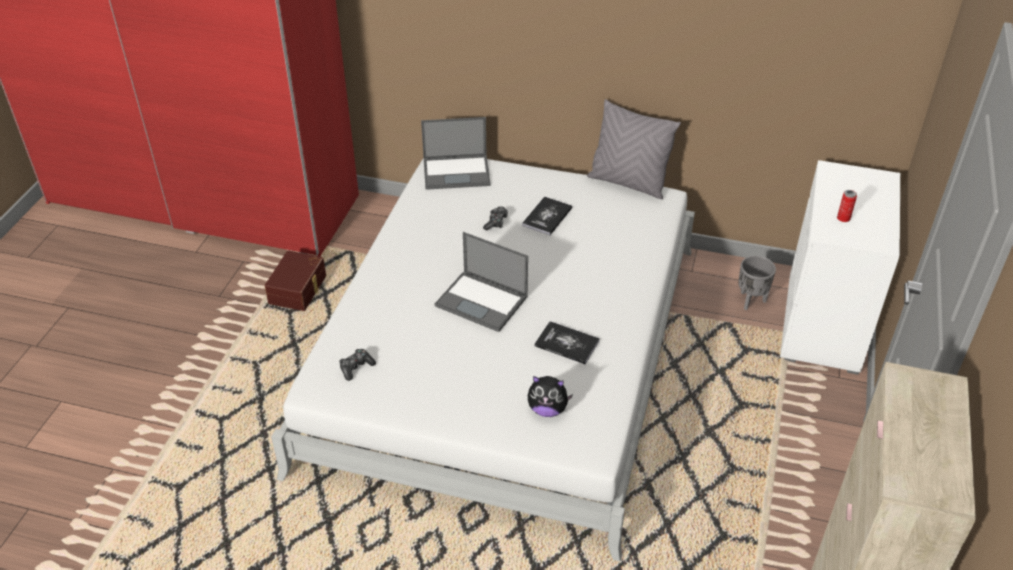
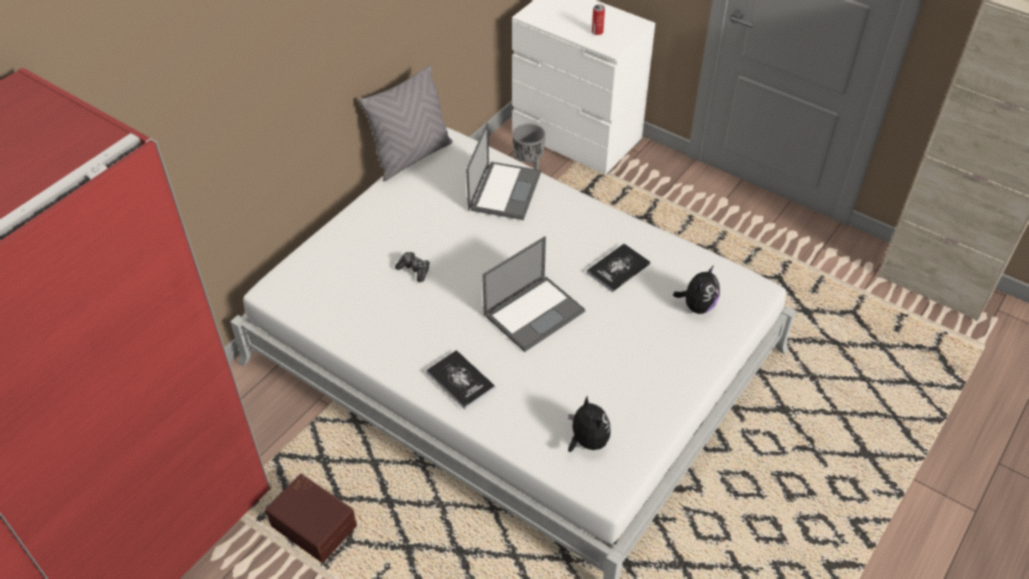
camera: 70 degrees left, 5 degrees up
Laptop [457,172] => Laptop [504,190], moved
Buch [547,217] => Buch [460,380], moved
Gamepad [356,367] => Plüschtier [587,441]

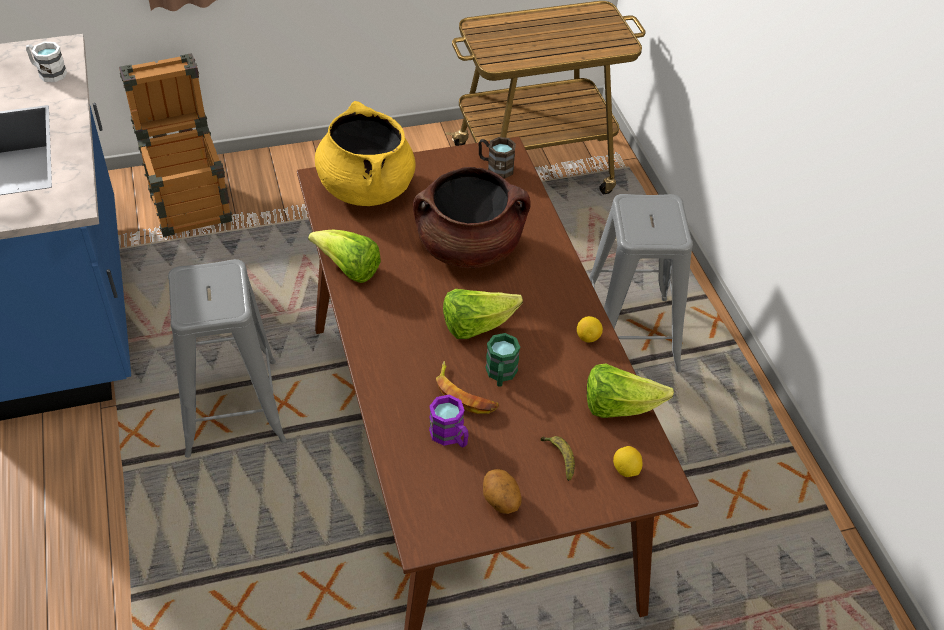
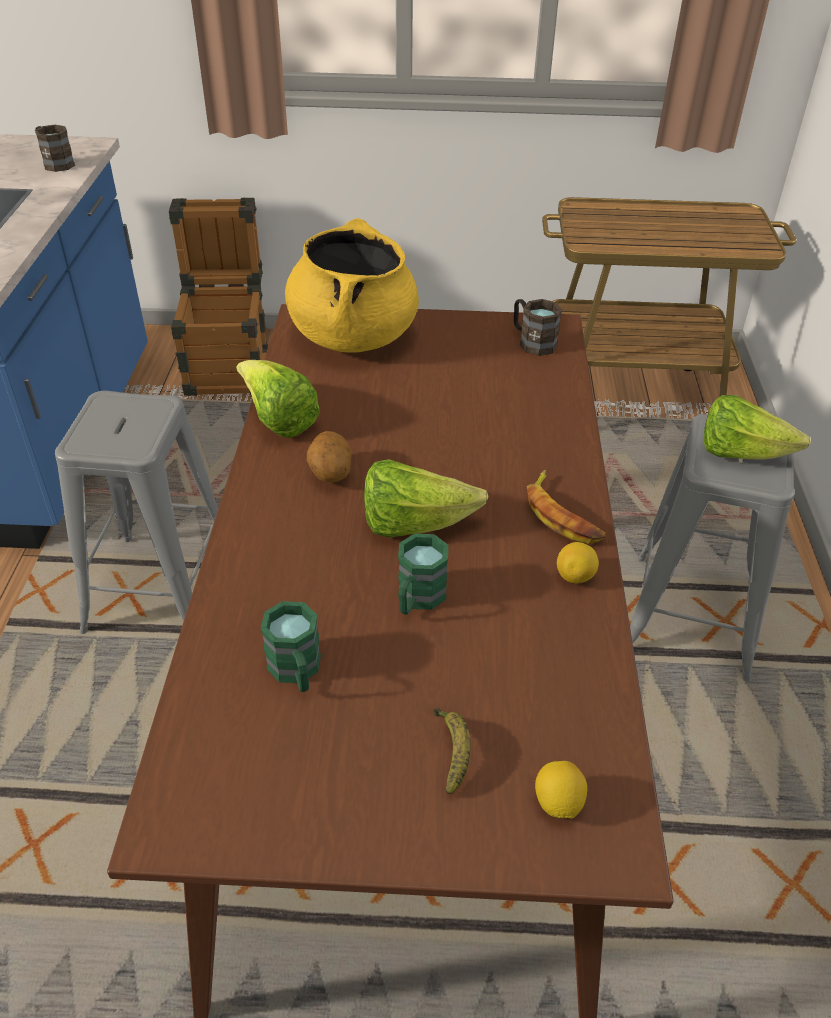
camera: 20 degrees right, 5 degrees down
Kochtopf/braun [469,248] => nothing
Banane [464,394] => Banane [562,515], moved
Kartoffel [500,501] => Kartoffel [330,474], moved
Salatkopf [618,407] => Salatkopf [740,453], moved
Henkelbecher/weiß [48,73] => Henkelbecher/braun [55,163]
Henkelbecher/lila [450,436] => Henkelbecher/grün [297,671]

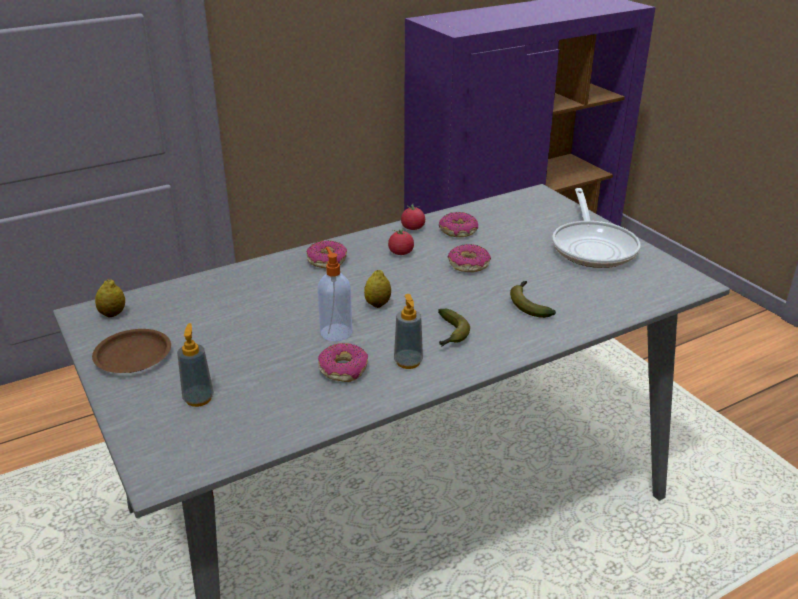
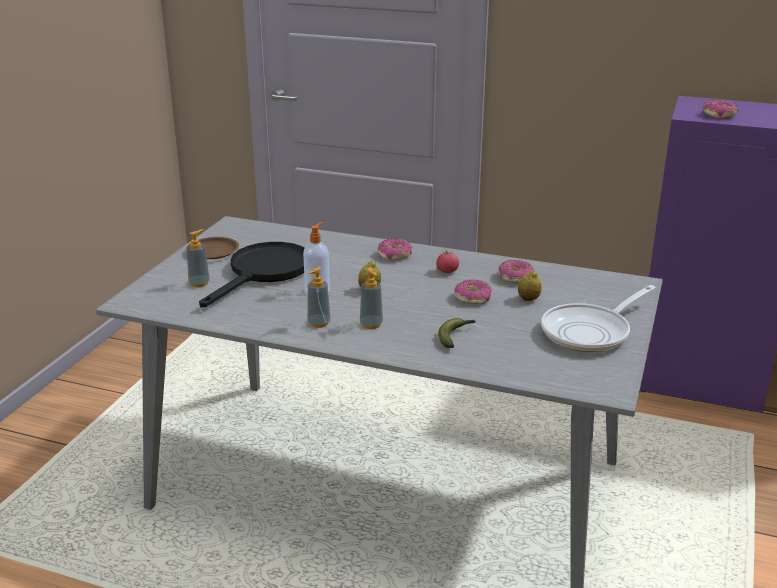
camera: 50 degrees right, 5 degrees down
Tomate [413,228] => nothing
nothing => Pfanne/schwarz [264,272]
Zitrone [113,314] => Zitrone [528,299], moved
Donut [343,369] => Donut [719,115], moved
Banane [450,334] => Seifenspender [371,324]

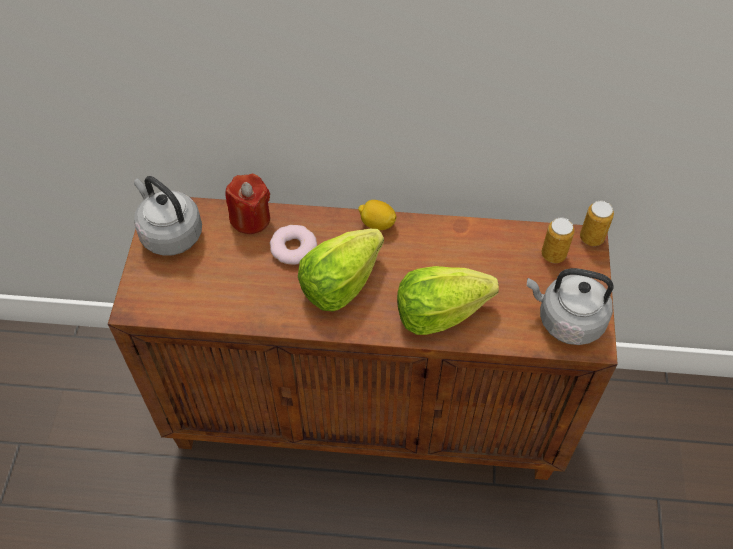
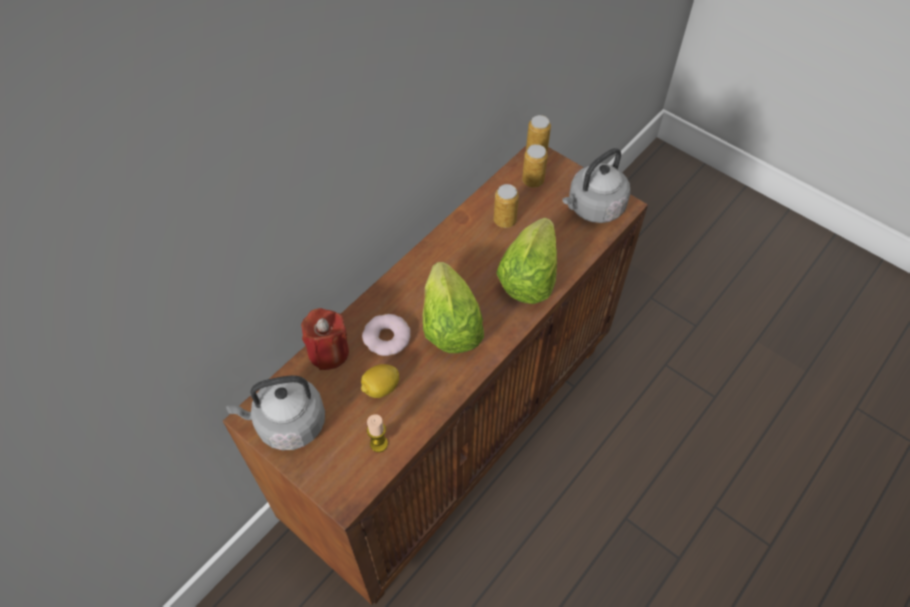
camera: 55 degrees left, 0 degrees up
nothing => Kerze [379,444]
nothing => Dose [504,220]
Zitrone [377,223] => Zitrone [380,388], moved

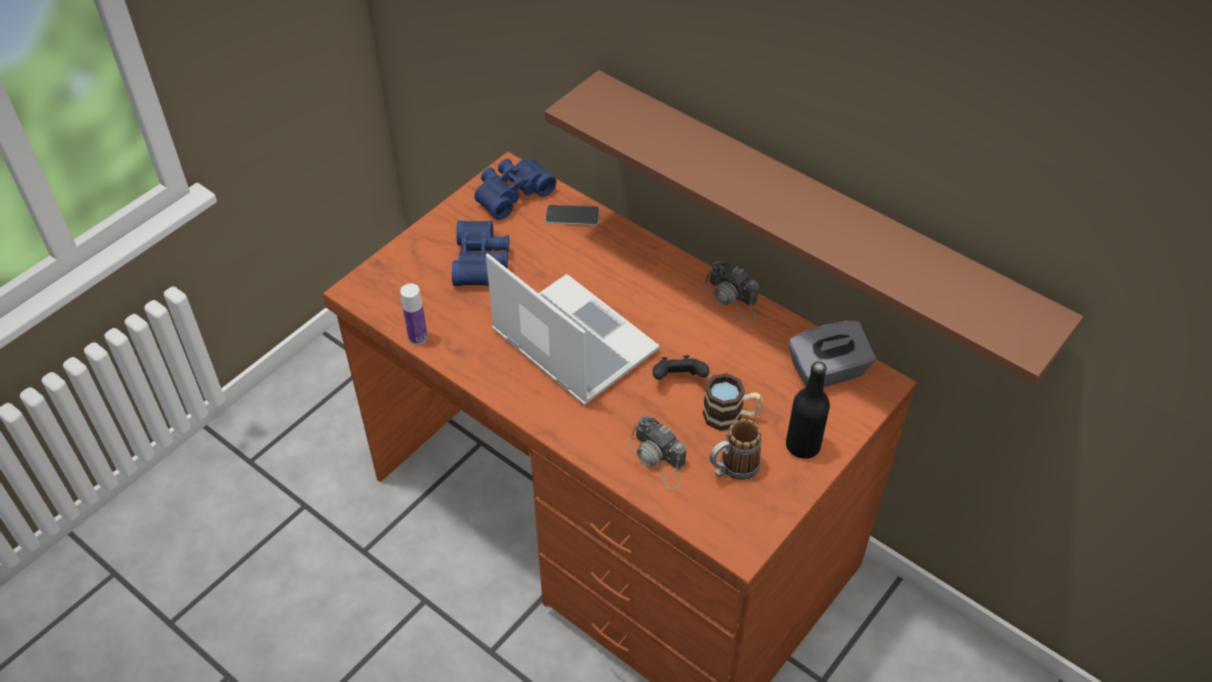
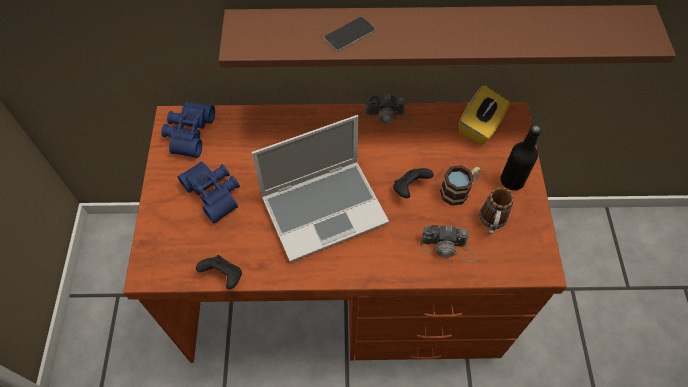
camera: 40 degrees left, 10 degrees up
Handy [572,215] => Handy [349,34], moved
Flasche [418,337] => Gamepad/schwarz [224,276]
Taschentuchbox/grau [828,371] => Taschentuchbox/gelb [480,126]
Laptop [571,342] => Laptop [325,209], 150 degrees clockwise

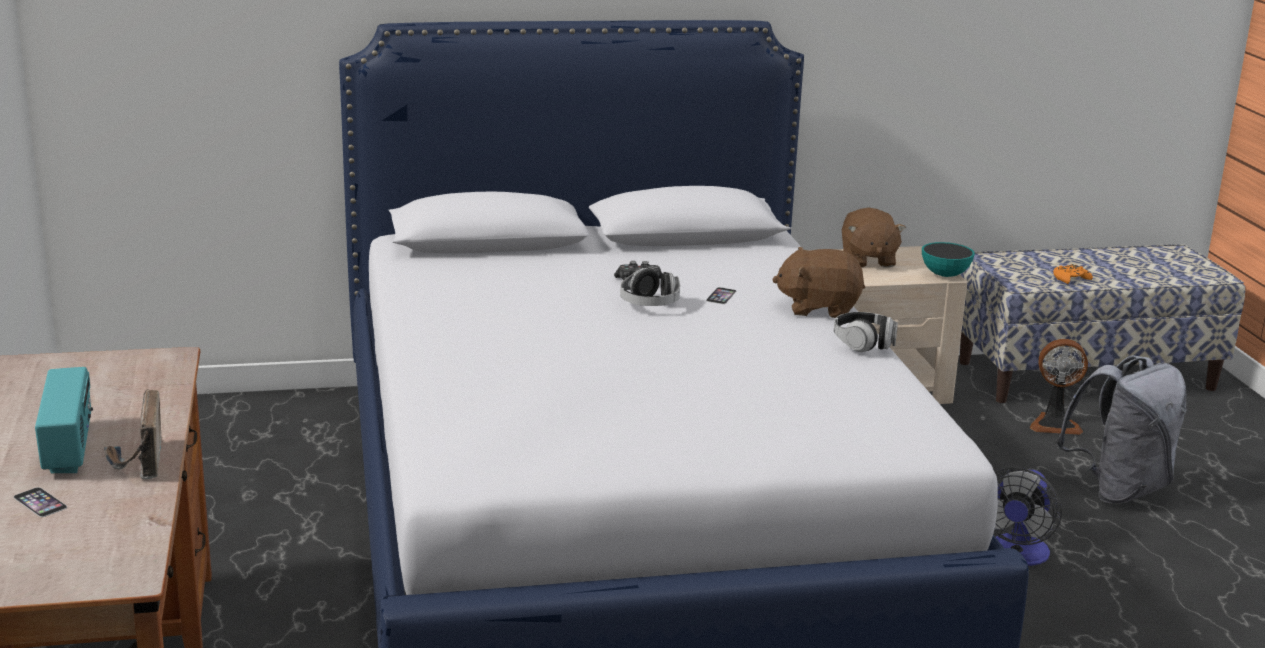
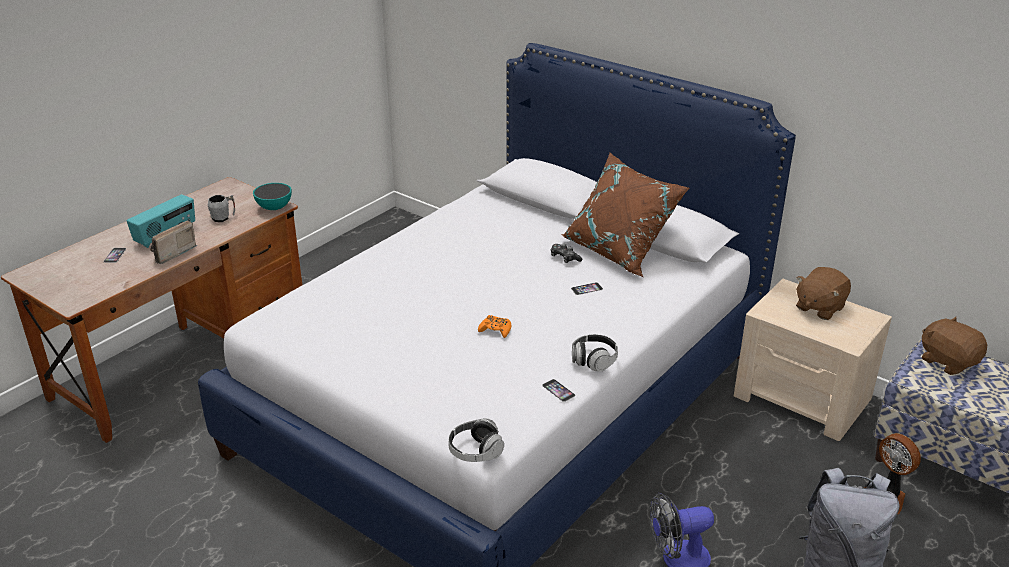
camera: 50 degrees right, 10 degrees up
nothing => Henkelbecher/grau [223,217]
nothing => Handy [558,390]
nothing => Kissen/braun [619,251]
Kopfhörer [649,305] => Kopfhörer [475,451], moved
Plüschtier/braun [819,308] => Plüschtier/braun [948,361], moved
Schüssel [945,275] => Schüssel [274,208], moved
Gamepad/orange [1070,279] => Gamepad/orange [495,330], moved

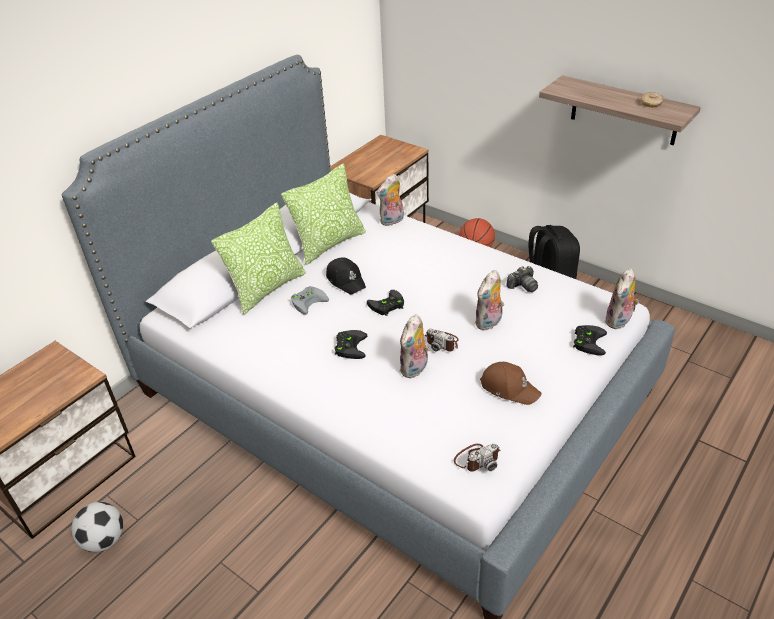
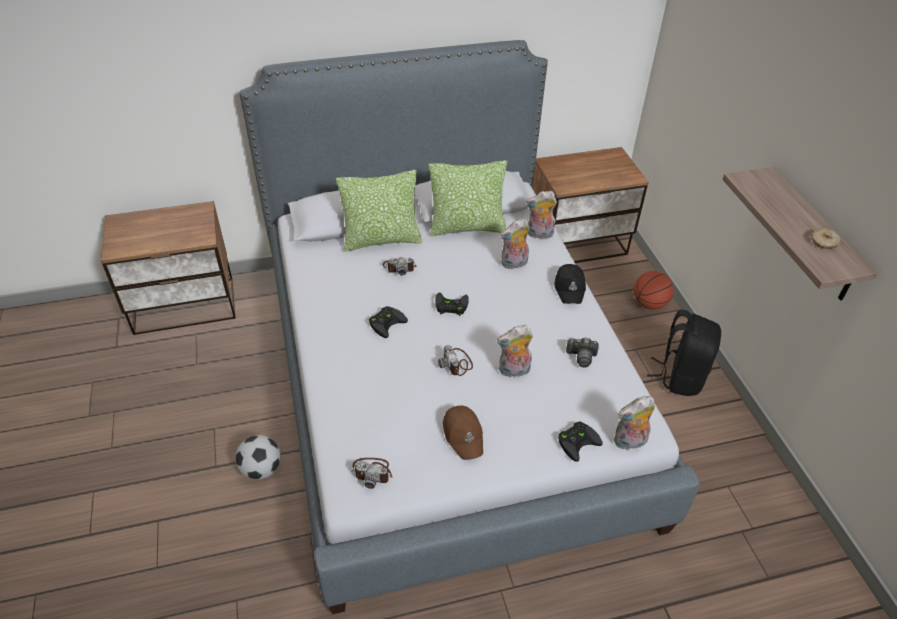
camera: 35 degrees right, 5 degrees up
Fußball [104,540] => Fußball [261,469], moved
Kappe/schwarz [346,280] => Kappe/schwarz [570,288], moved
Plüschtier [415,369] => Plüschtier [514,264], moved
Gamepad/grau [308,300] => Kamera [399,267]

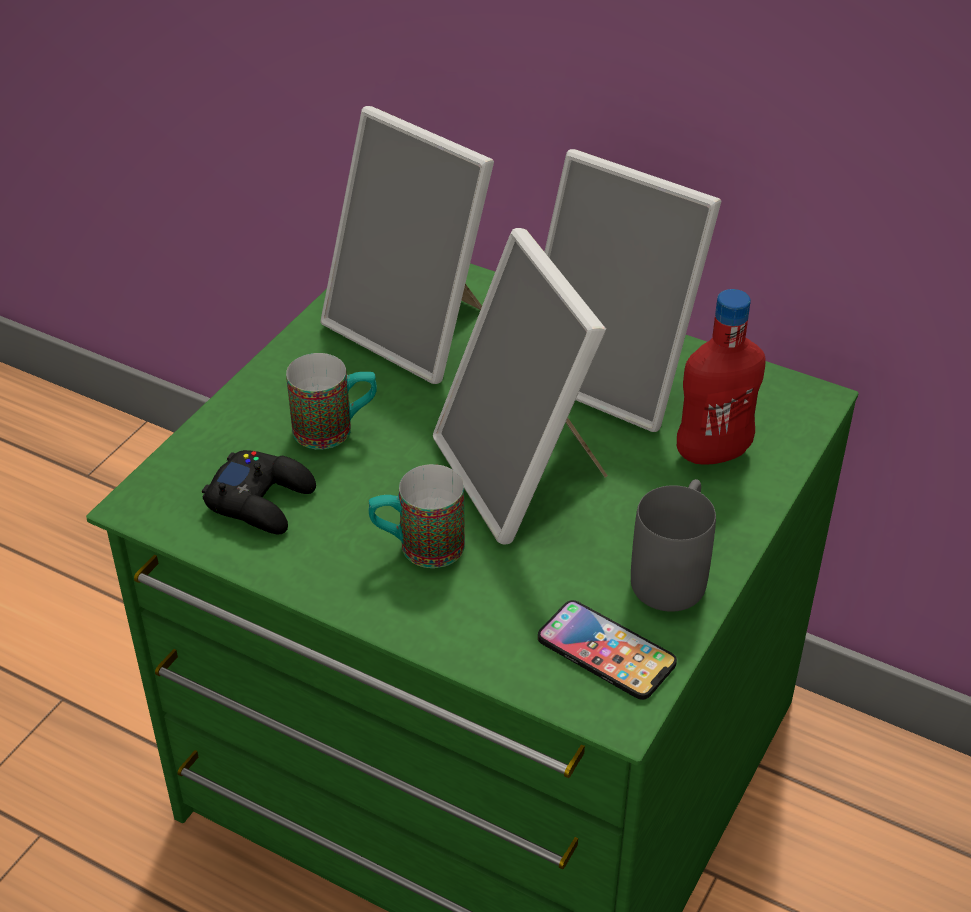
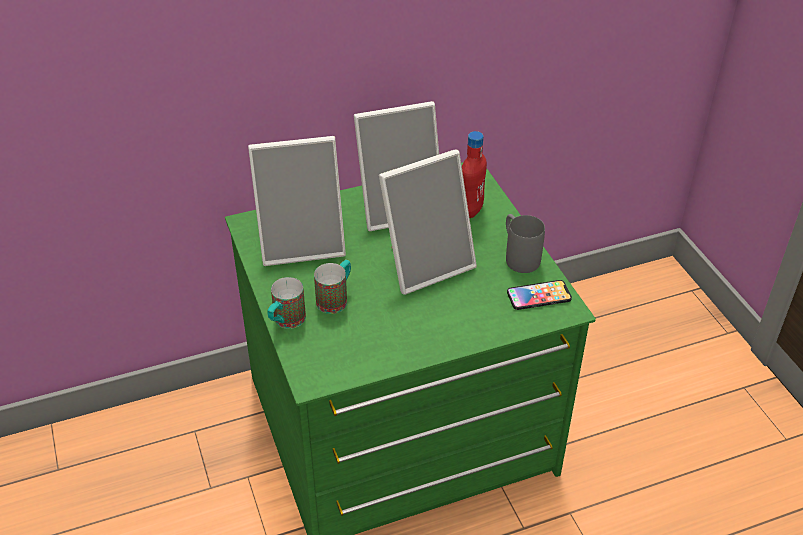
camera: 50 degrees left, 0 degrees up
Gamepad/schwarz [262,500] => nothing
Henkelbecher [418,547] => Henkelbecher [285,322], moved
Bilderrahmen [523,475] => Bilderrahmen [426,263], 45 degrees counterclockwise

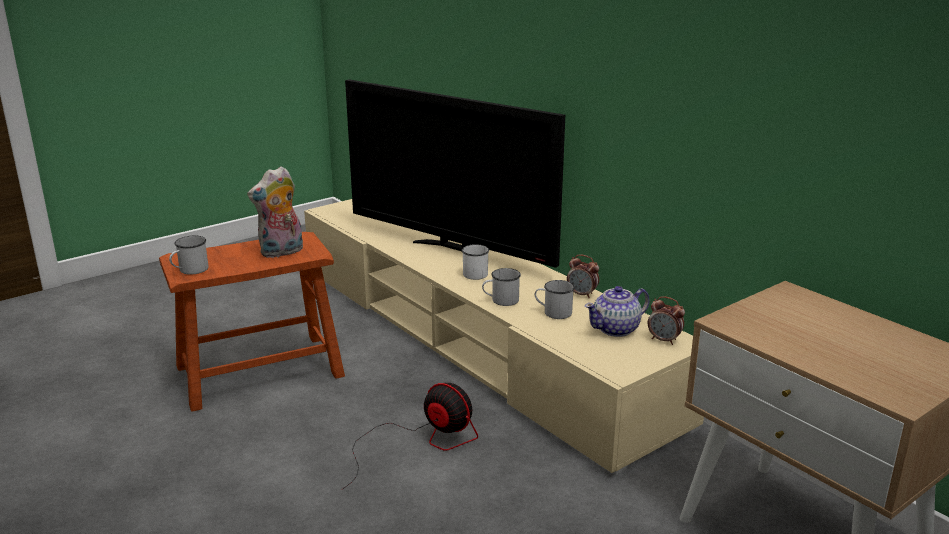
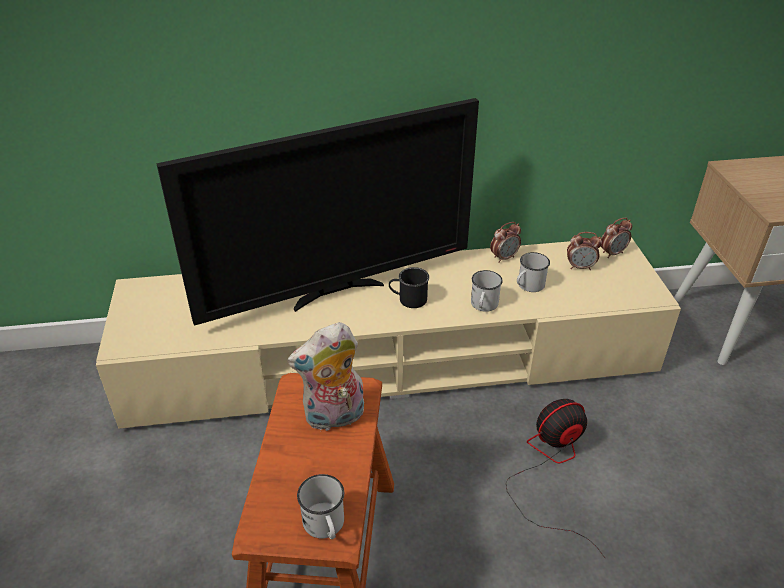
camera: 60 degrees left, 15 degrees up
Teekanne [616,329] => Wecker [580,267]
Henkelbecher/weiß [473,273] => Henkelbecher/schwarz [408,299]
Plüschtier [281,252] => Plüschtier [334,418], 75 degrees clockwise

